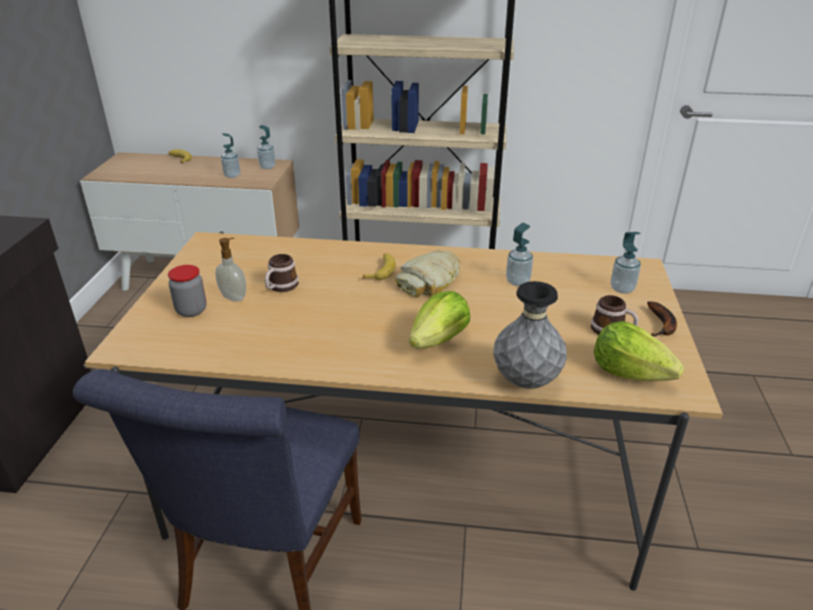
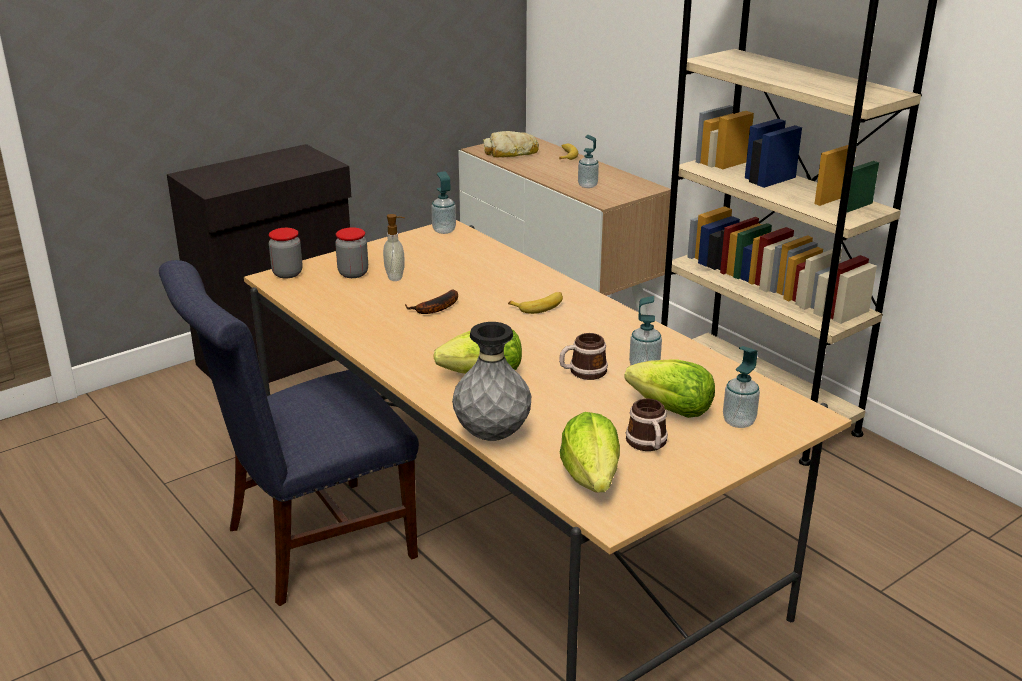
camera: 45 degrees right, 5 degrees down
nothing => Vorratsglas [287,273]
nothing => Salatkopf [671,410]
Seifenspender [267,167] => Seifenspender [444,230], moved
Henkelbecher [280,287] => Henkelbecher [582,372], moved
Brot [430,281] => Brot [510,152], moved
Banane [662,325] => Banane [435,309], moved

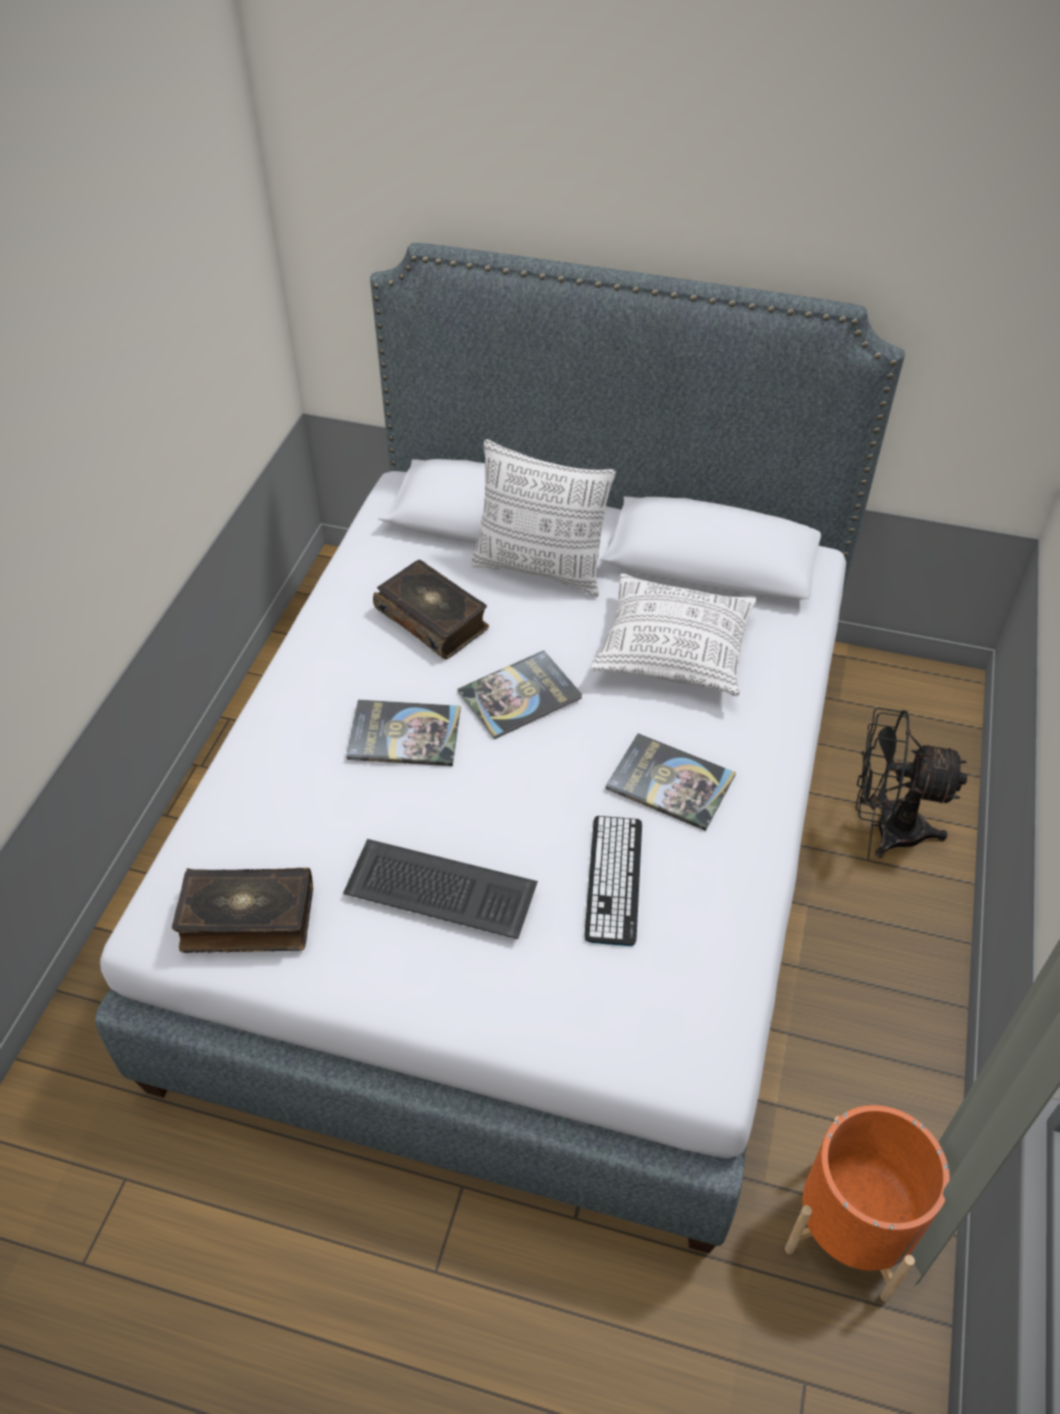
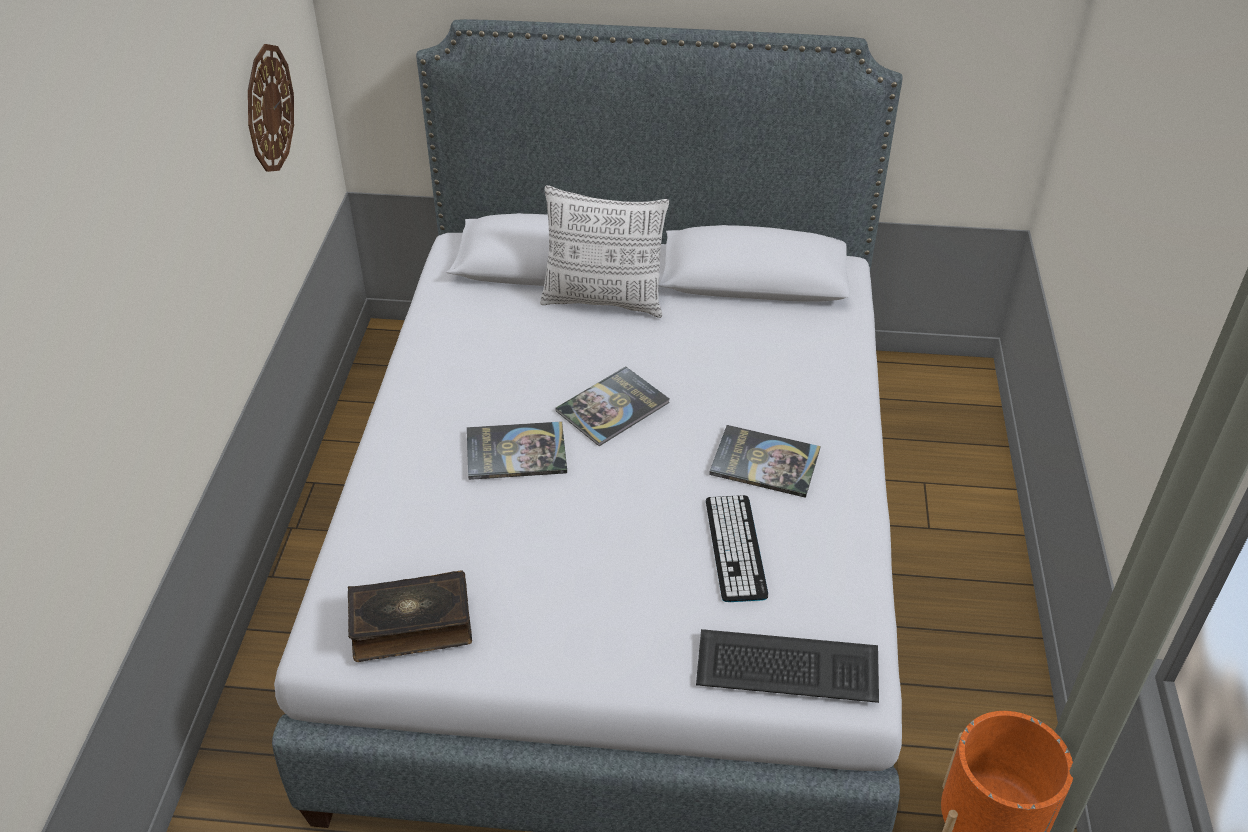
camera: 10 degrees left, 5 degrees down
Buch [433,619] => nothing
Kissen [674,651] => nothing
Ventilator/schwarz [885,828] => nothing
nothing => Wanduhr [269,108]
Tastatur [438,892] => Tastatur [785,670], moved

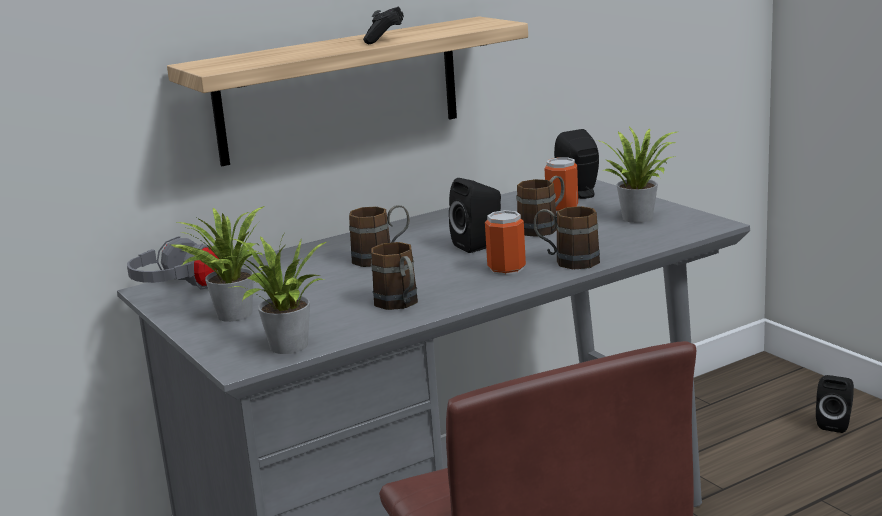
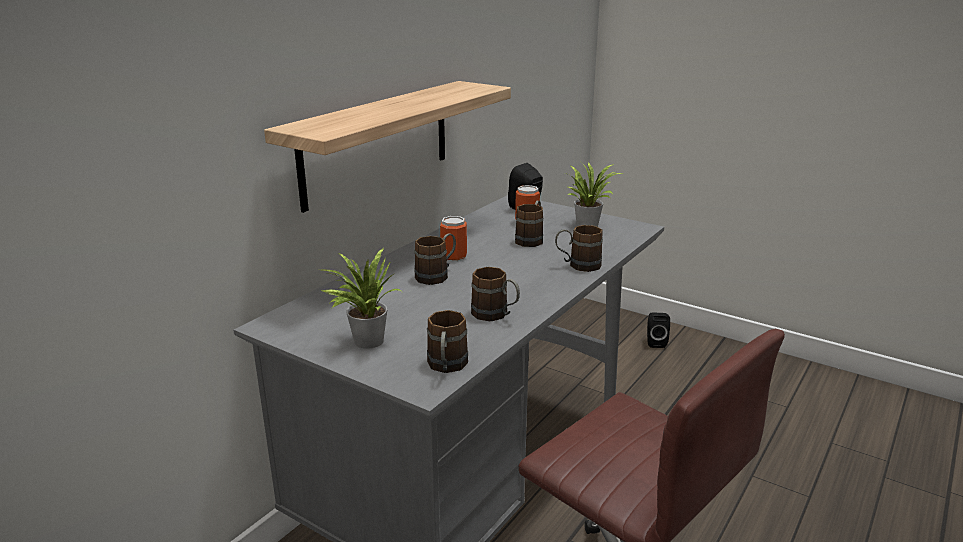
camera: 25 degrees left, 5 degrees up
Kopfhörer/grau [178,289] => nothing
Gamepad/schwarz [384,39] => nothing
Lautsprecher/schwarz [480,245] => nothing
Dose [506,269] => Dose [454,257], moved
Topfpflanze [286,348] => Henkelbecher/braun [446,367]

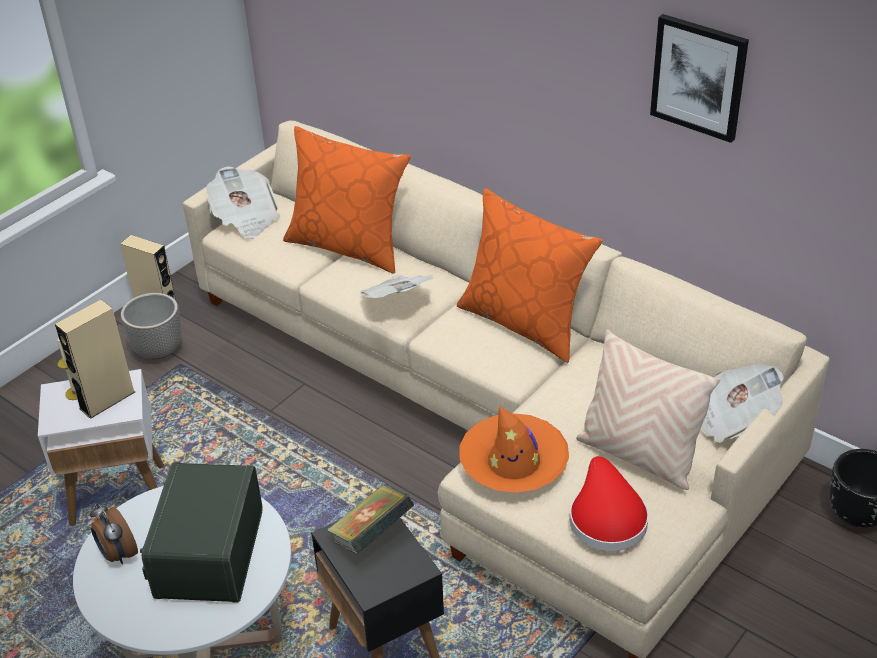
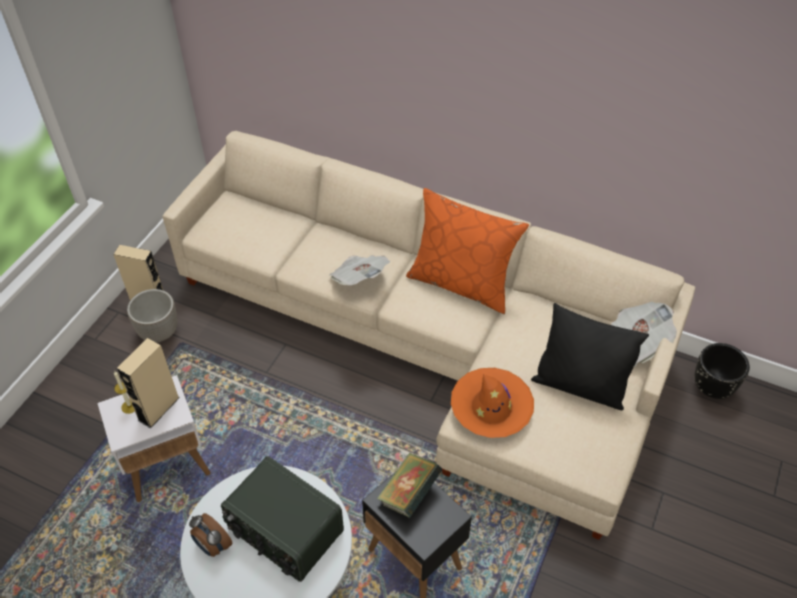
camera: 15 degrees left, 10 degrees up
Zeitung [245,218] => nothing
Kissen/orange [349,245] => nothing
Hut/rot [606,517] => nothing
Bild [699,77] => nothing
Kissen/beige [638,455] => Kissen/schwarz [579,386]
Radio [207,553] => Radio [284,531], 45 degrees counterclockwise

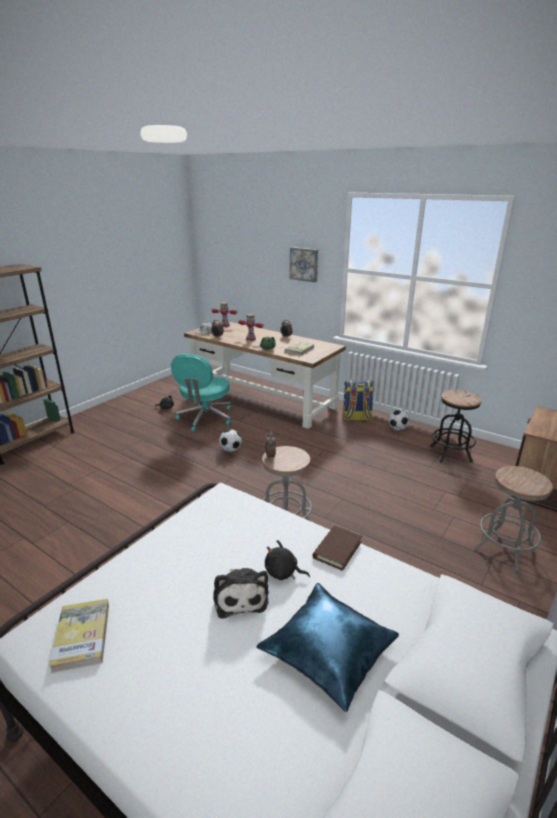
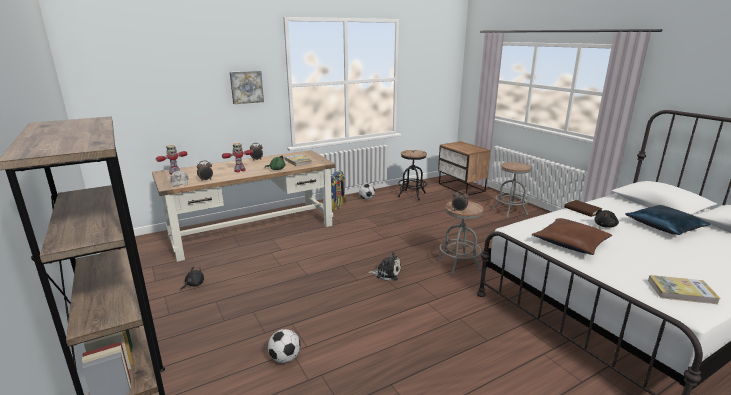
camera: 65 degrees left, 5 degrees down
Bürostuhl/türkis [205,418] => nothing
nothing => Kissen/braun [571,243]
Plüschtier [240,596] => Plüschtier [386,273], moved
Fußball [231,450] => Fußball [285,358], moved

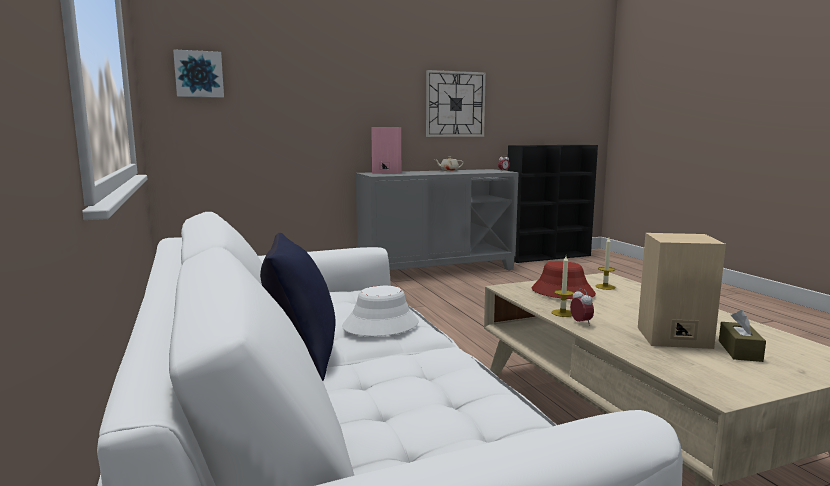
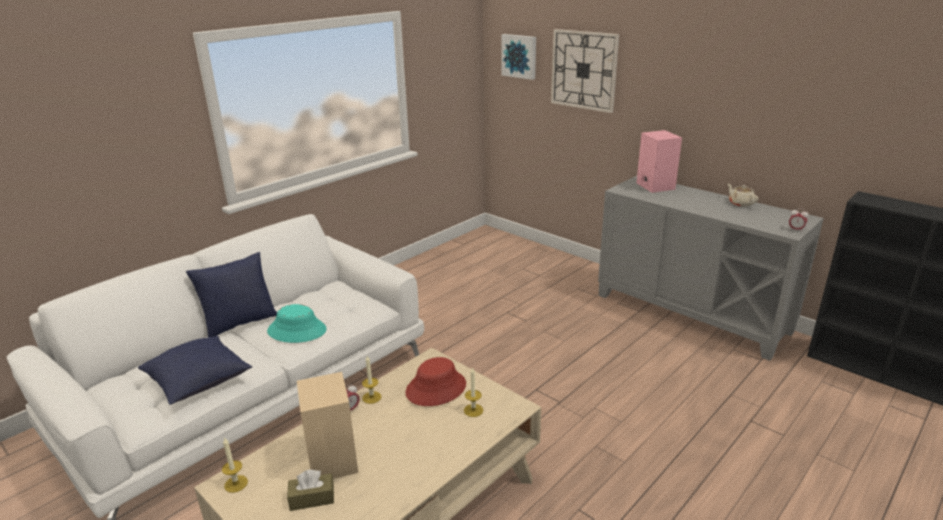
camera: 65 degrees right, 15 degrees up
nothing => Kissen/blau [199,382]
nothing => Kerze [236,484]
Wanduhr [455,104] => Wanduhr [583,70], moved
Hut/weiß [380,325] => Hut/türkis [297,330]

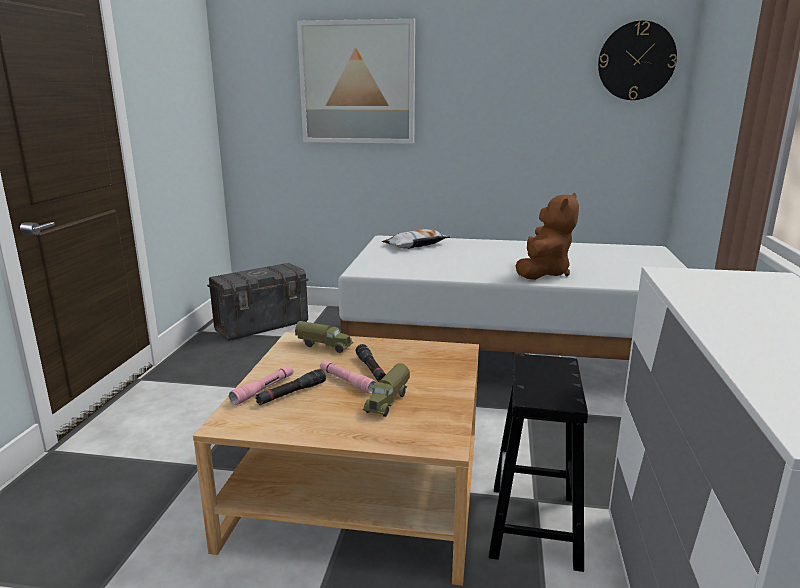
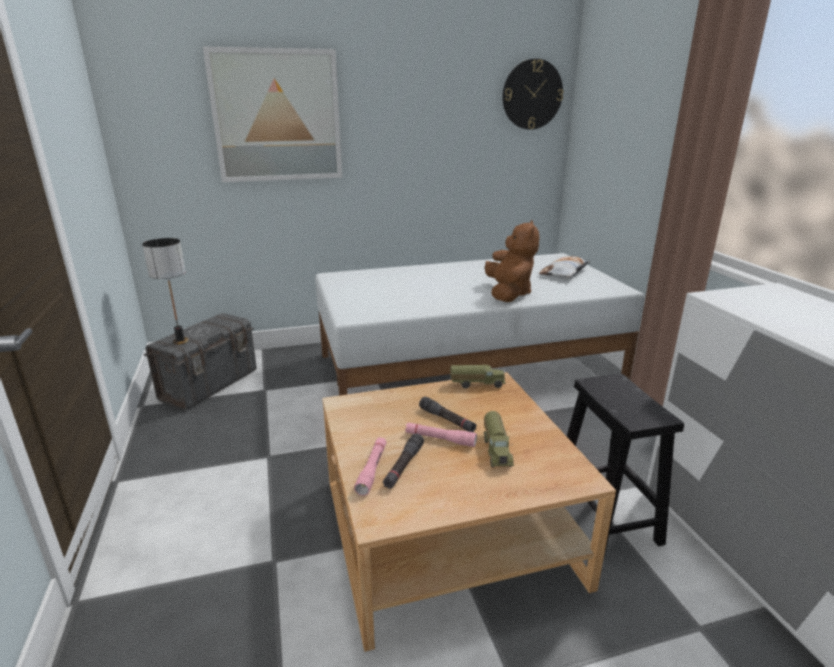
camera: 25 degrees left, 5 degrees up
nothing => Tischlampe [180,341]
Spielzeuglaster [324,346] => Spielzeuglaster [477,384], moved
Kissen [415,245] => Kissen [564,273], moved

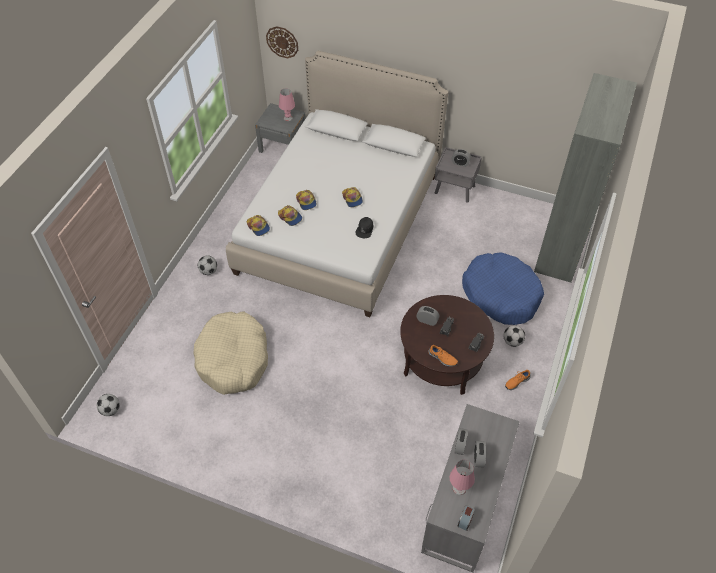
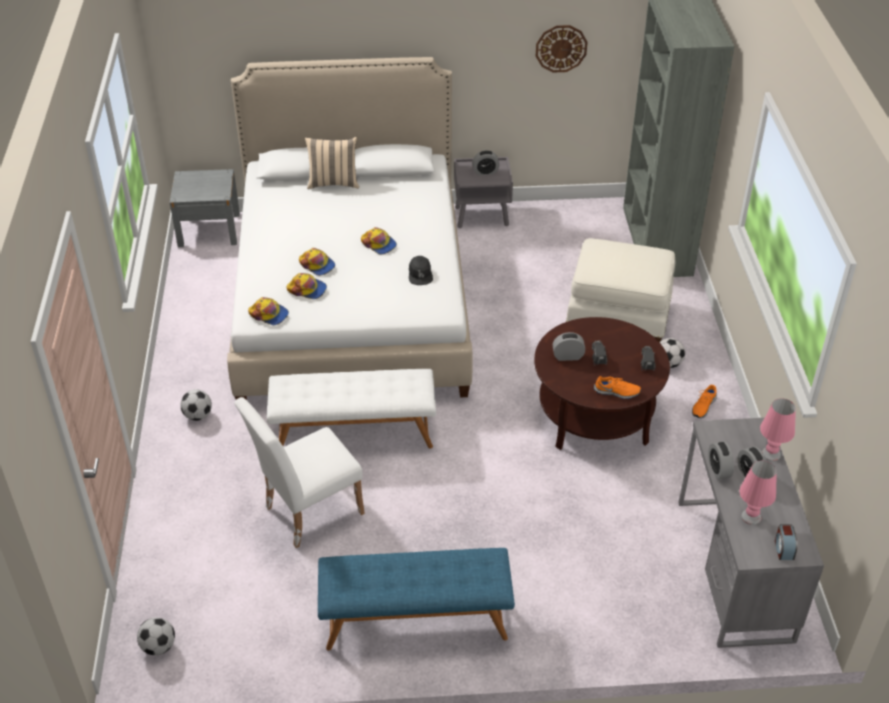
camera: 25 degrees left, 10 degrees down
nothing => Bank/weiß [354,432]
nothing => Kissen/beige [333,183]
nothing => Bank/blau [415,620]
Wanduhr [282,42] => Wanduhr [561,48], moved
Tischlampe/rosa [288,118] => Tischlampe/rosa [771,454], moved
Hundebett/beige [233,359] => Stuhl/weiß [307,513]
Hundebett/blau [501,294] => Polsterhocker/weiß [618,316]

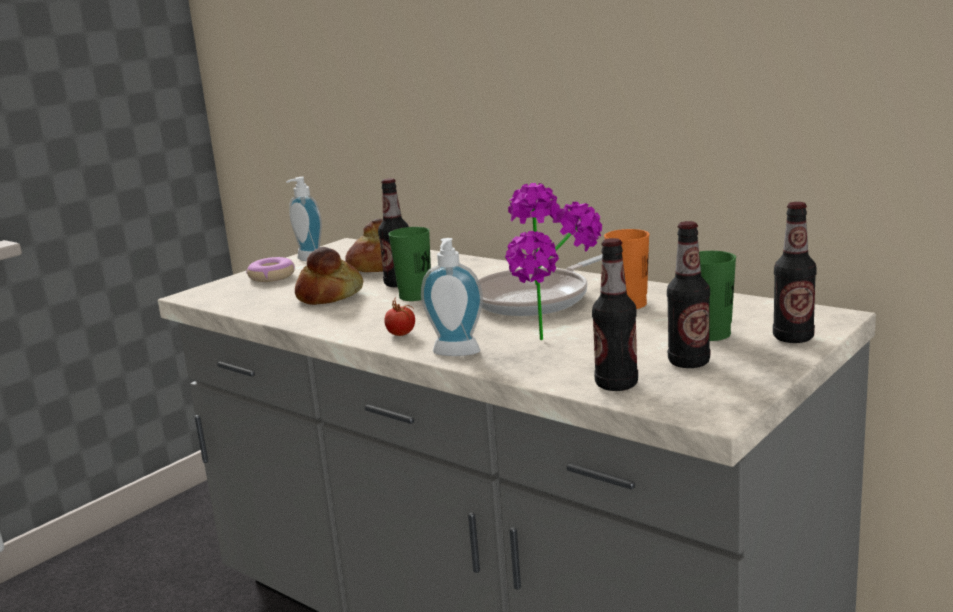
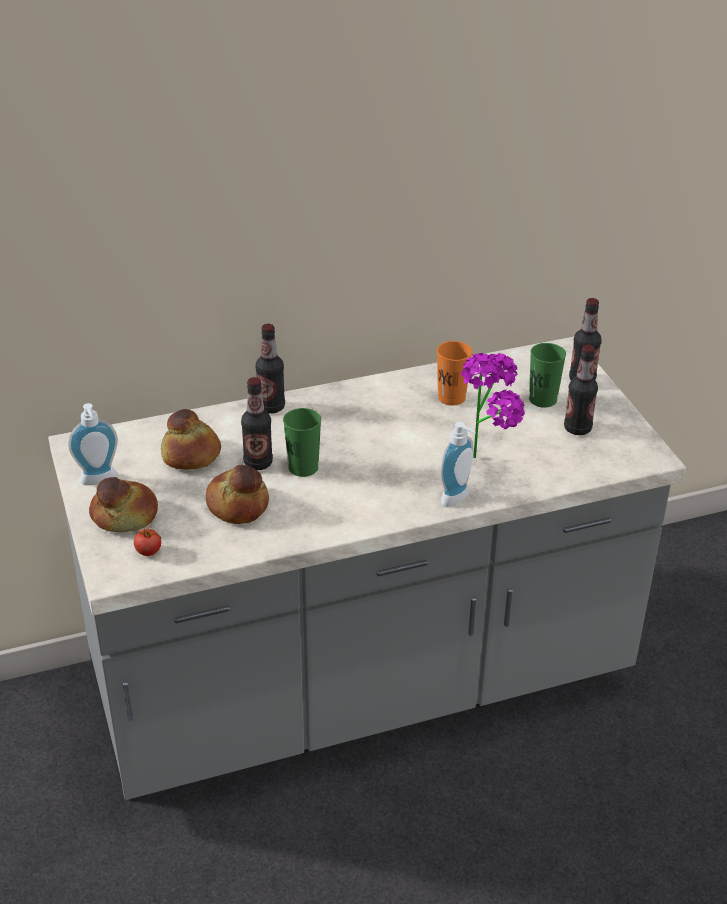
camera: 60 degrees left, 20 degrees up
Pfanne [536,299] => nothing
Tomate [401,334] => Tomate [149,551], moved
Flasche [616,385] => Flasche [271,407], moved
Donut [272,277] => Brot [125,516]

